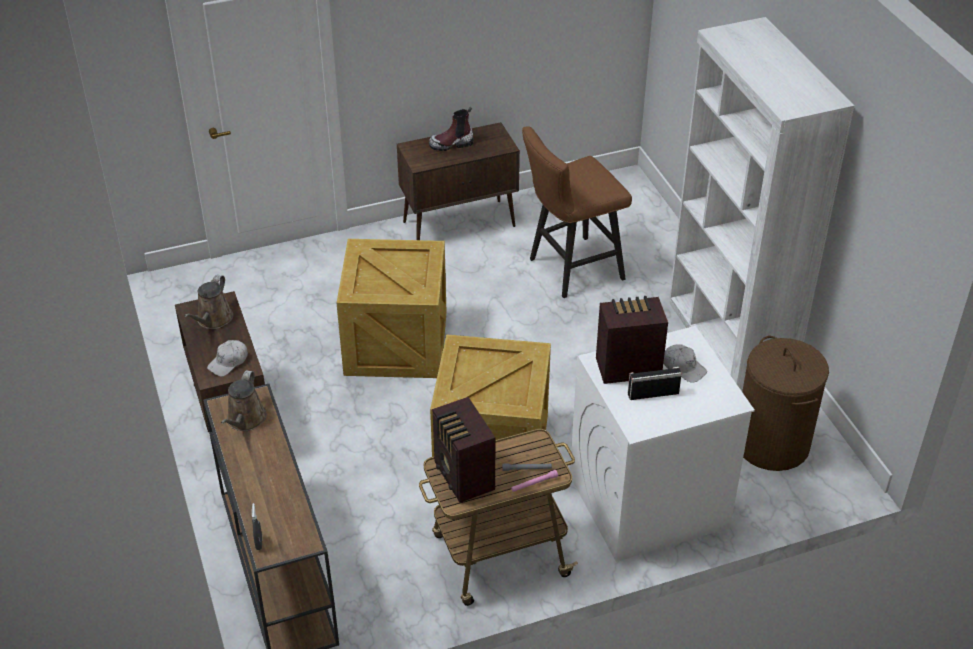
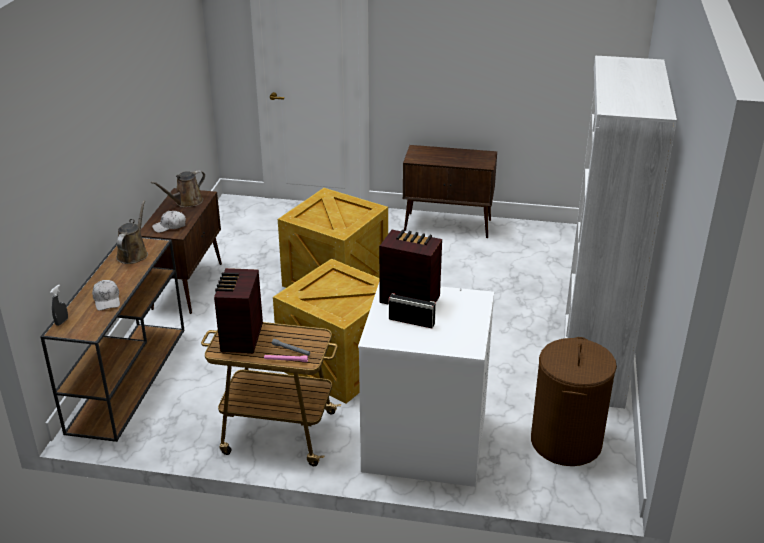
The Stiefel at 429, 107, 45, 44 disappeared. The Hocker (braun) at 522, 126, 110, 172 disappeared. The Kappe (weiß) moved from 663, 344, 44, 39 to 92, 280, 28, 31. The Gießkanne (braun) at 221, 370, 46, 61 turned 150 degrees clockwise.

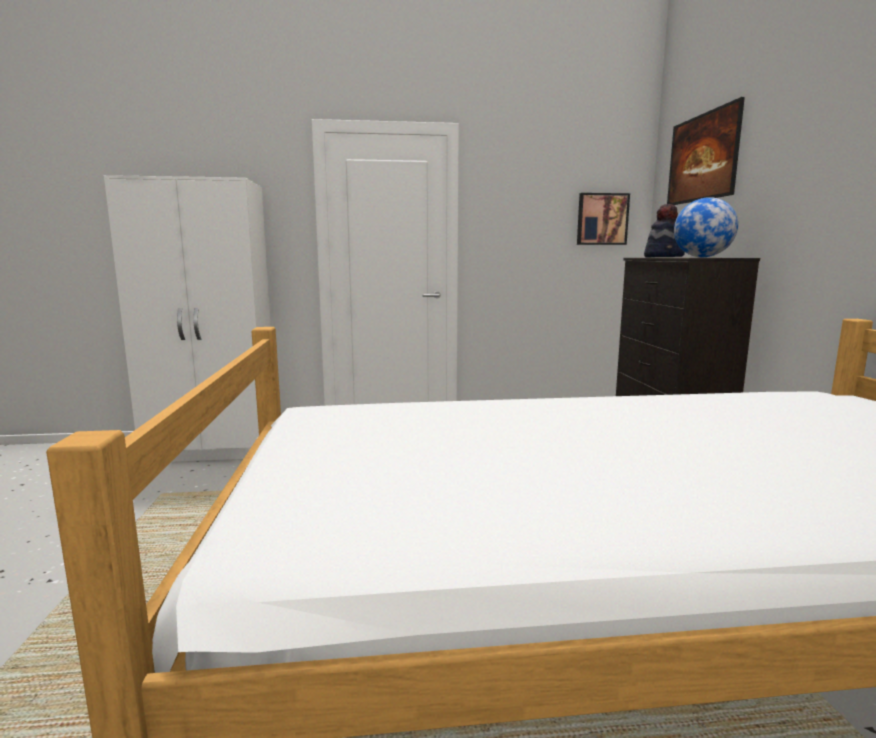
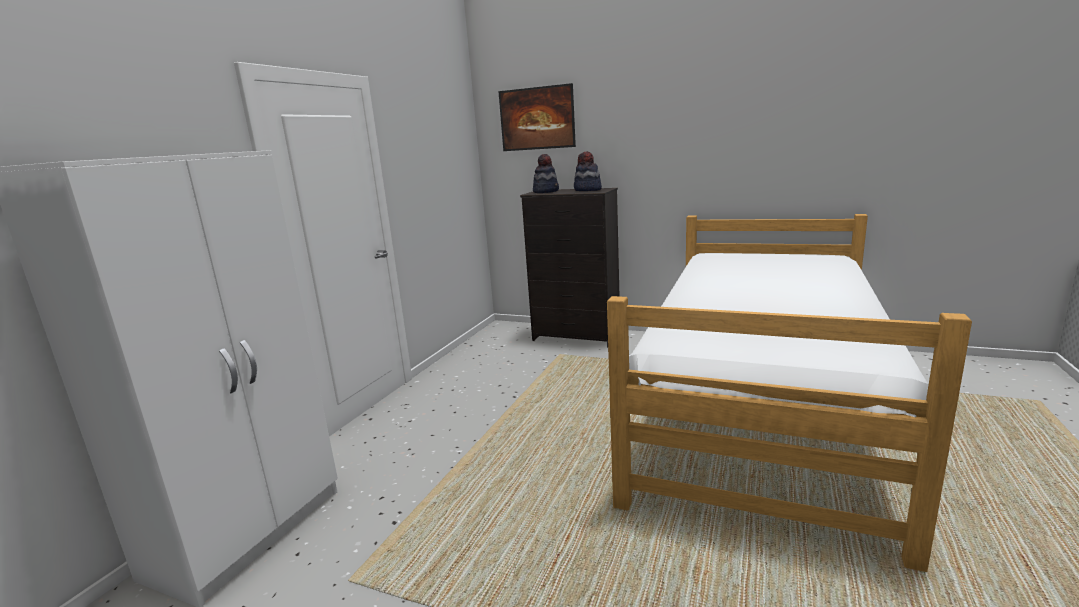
The Bild at 577, 193, 53, 52 disappeared. The Globus at 674, 197, 64, 61 was replaced by the Hut at 574, 152, 28, 39.

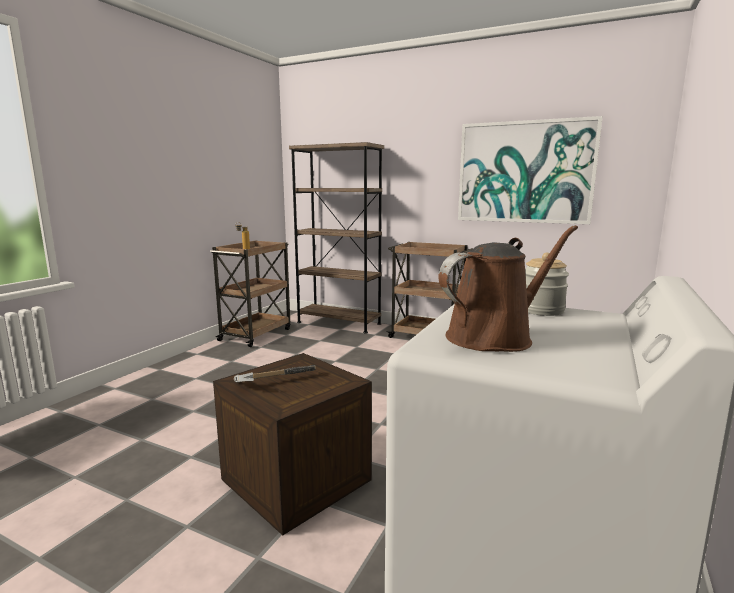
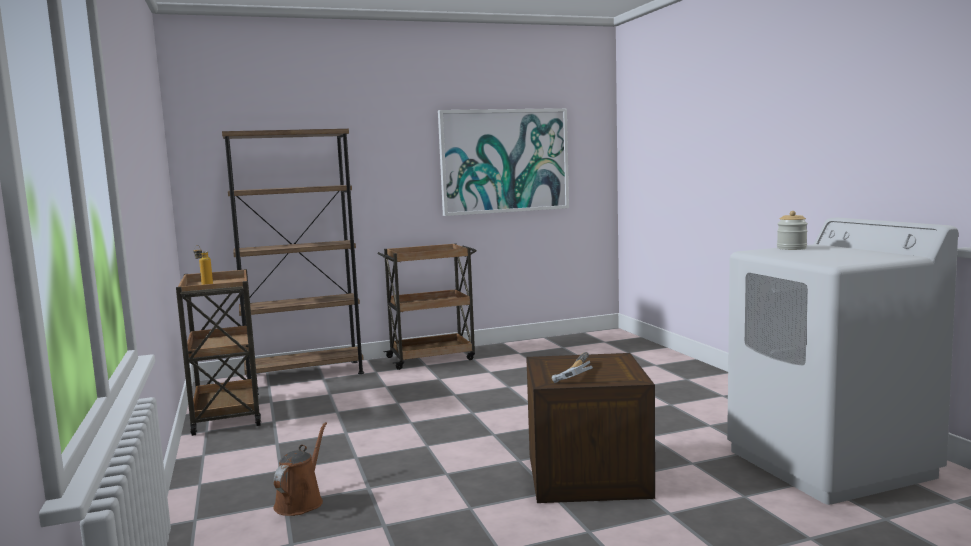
The Gießkanne (braun) moved from 439, 225, 139, 127 to 273, 422, 54, 94.

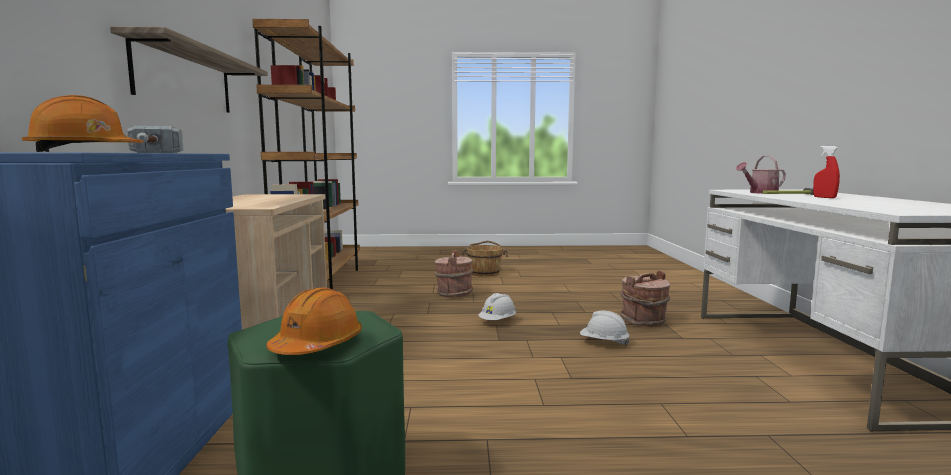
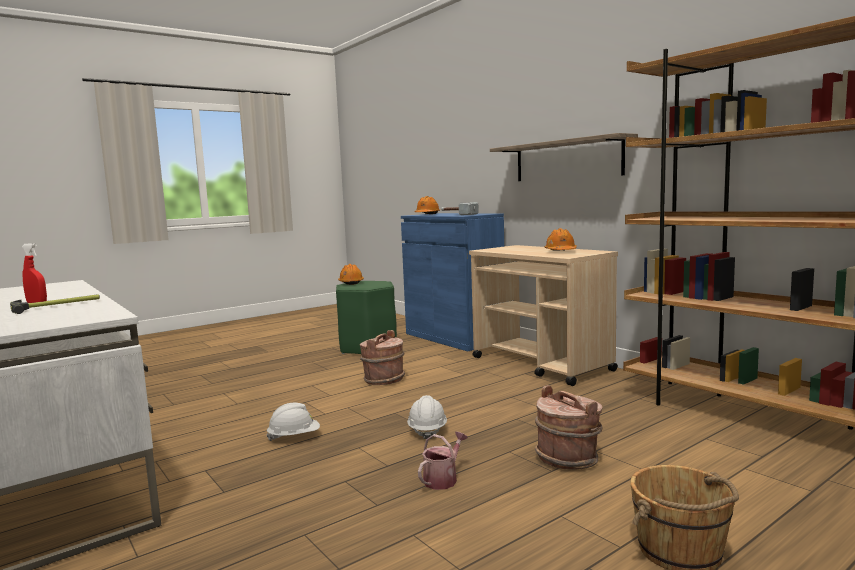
The Gießkanne moved from 736, 155, 50, 39 to 418, 432, 50, 58. The Eimer (braun) moved from 620, 270, 50, 57 to 360, 330, 45, 55. The Schutzhelm (orange) at 545, 228, 32, 23 appeared.

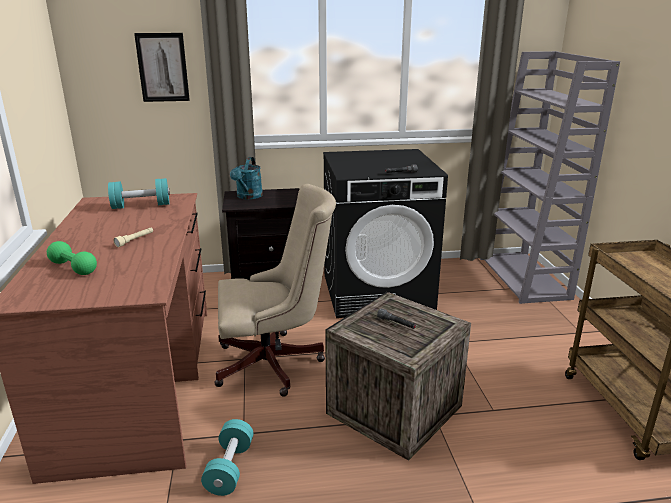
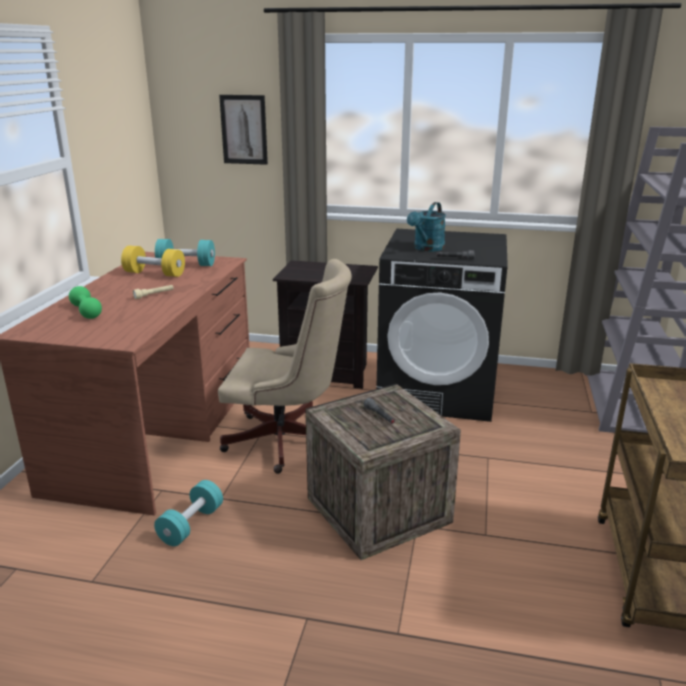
The Gießkanne (türkis) moved from 230, 157, 33, 42 to 407, 202, 39, 50. The Hantel (gelb) at 121, 246, 64, 31 appeared.

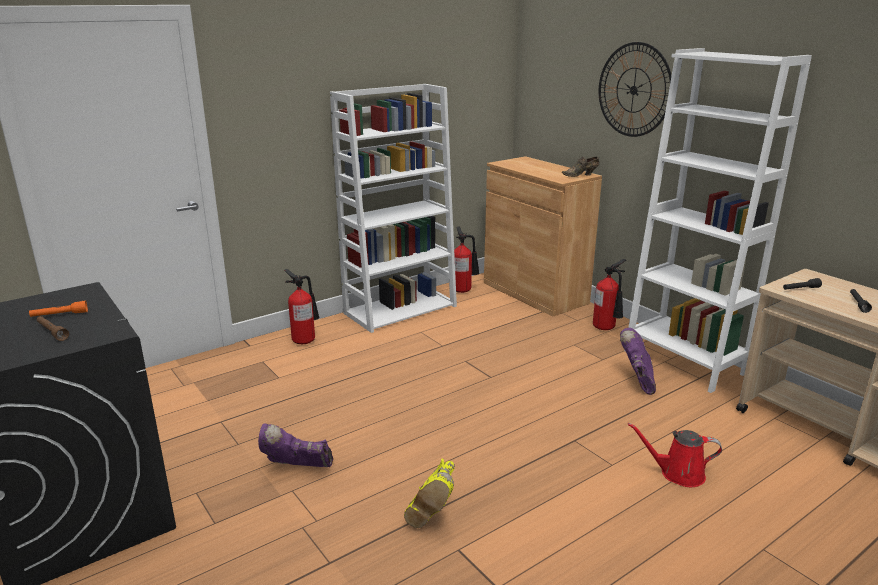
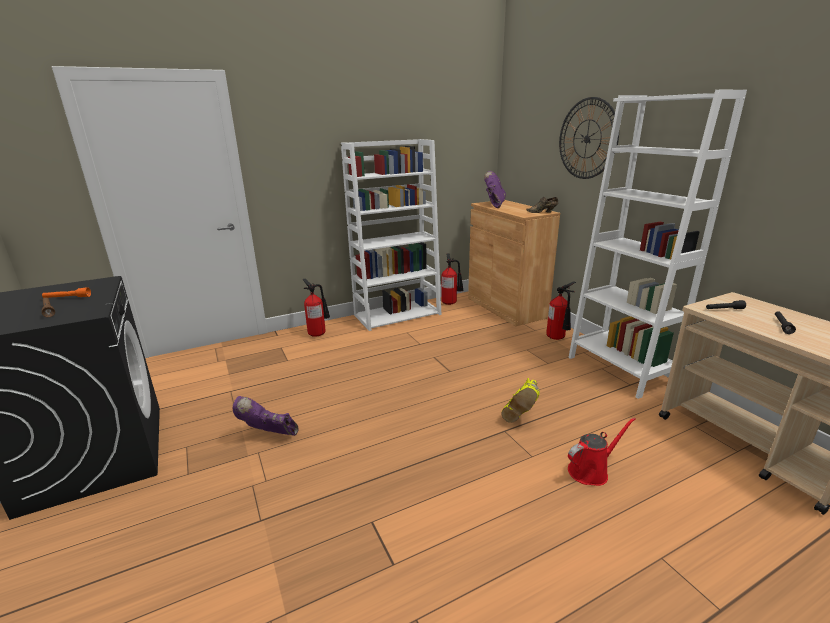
The Stiefel (lila) moved from 620, 328, 36, 67 to 484, 171, 22, 37. The Gießkanne (rot) at 628, 423, 94, 64 turned 135 degrees clockwise. The Stiefel (gelb) moved from 404, 458, 51, 70 to 501, 378, 39, 45.

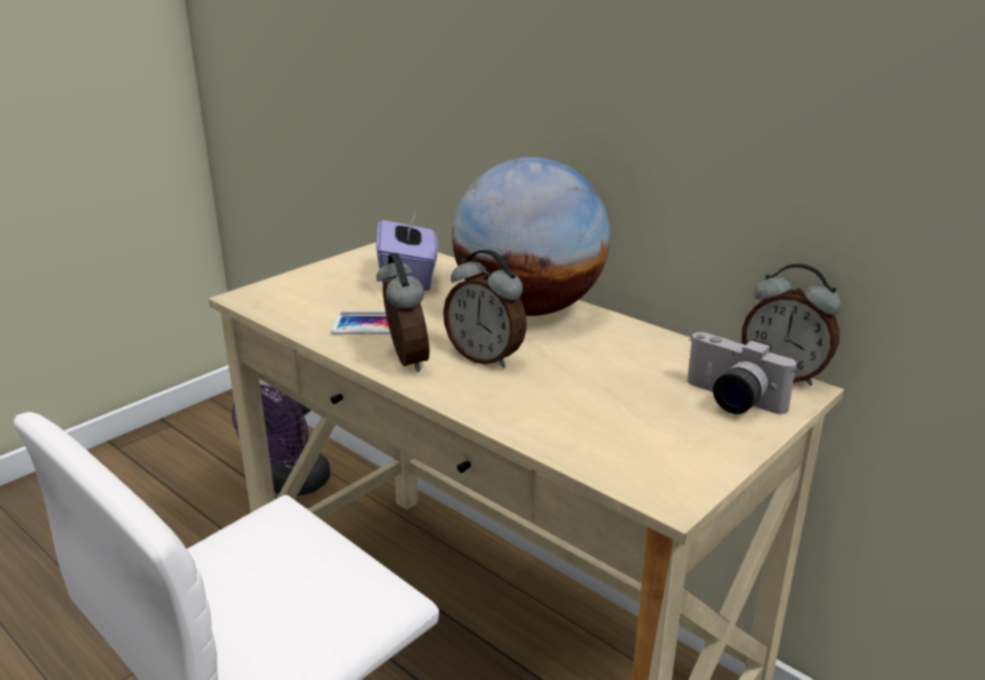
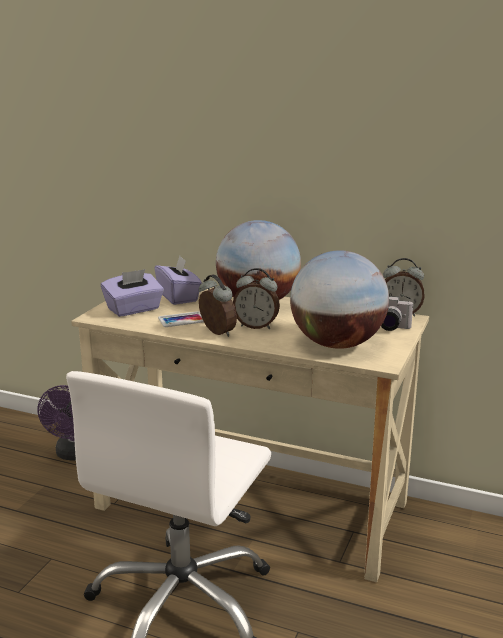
The Globus at 290, 250, 99, 99 appeared. The Taschentuchbox (lila) at 101, 269, 63, 48 appeared.

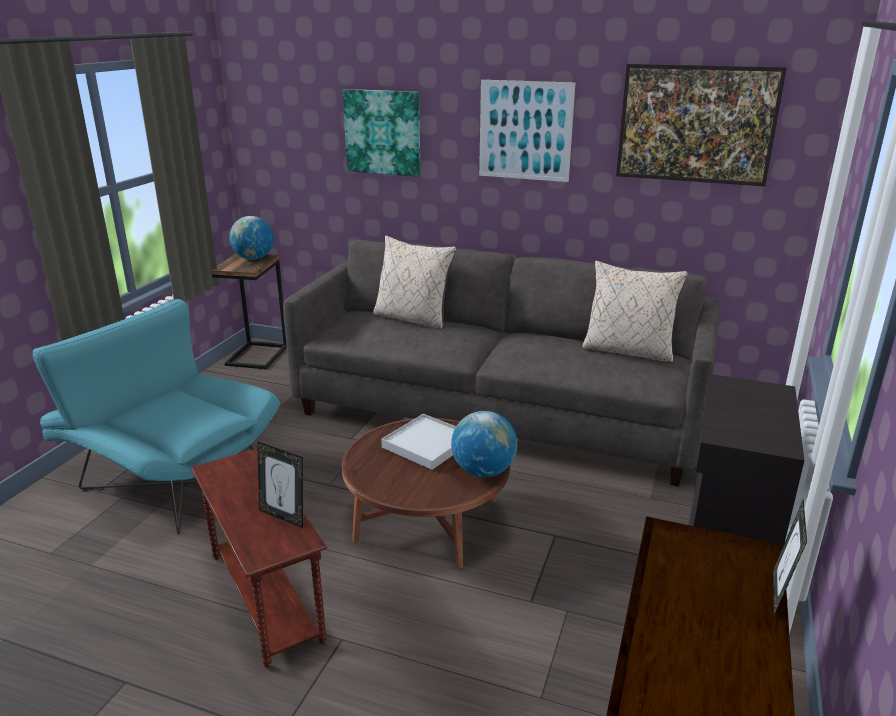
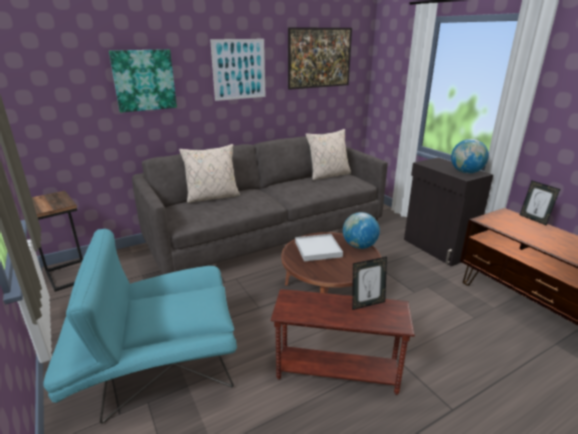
The Globus moved from 229, 216, 45, 44 to 451, 139, 38, 35.

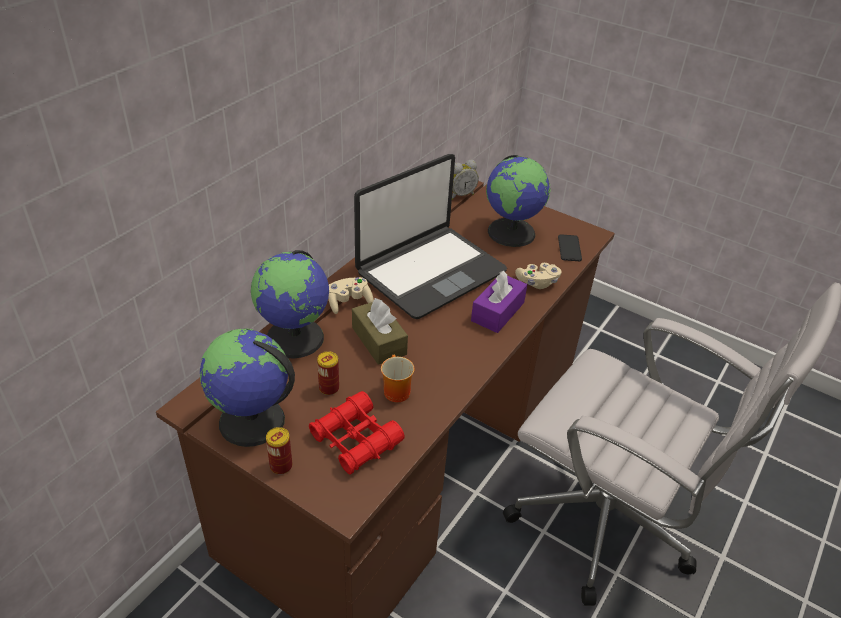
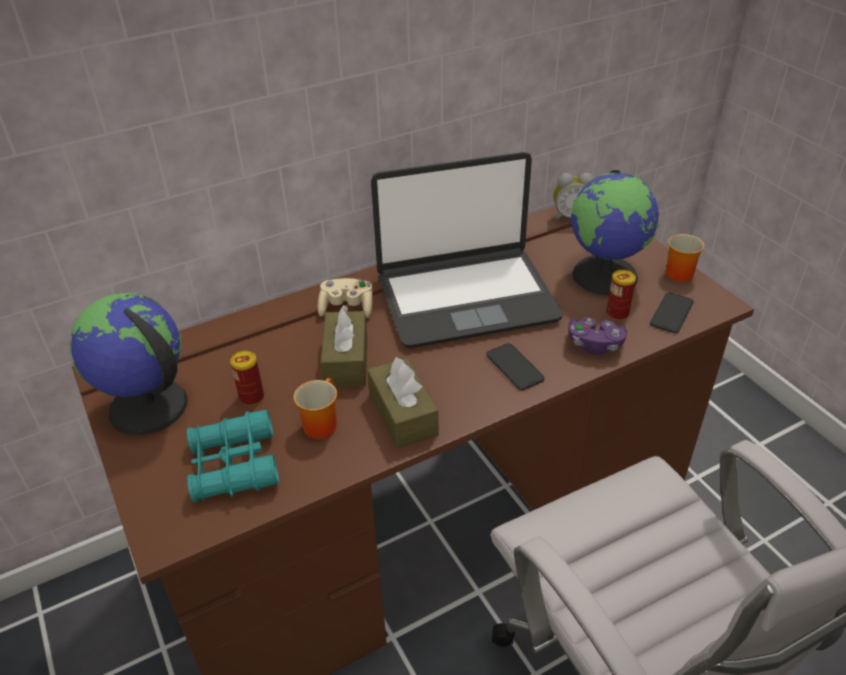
The Globus at 251, 250, 78, 109 disappeared. The Gamepad (beige) at 515, 263, 47, 26 became the Gamepad (lila) at 568, 317, 59, 38. The Taschentuchbox (lila) at 471, 271, 56, 62 was replaced by the Handy at 486, 343, 59, 47. The Fernglas (rot) at 309, 391, 95, 83 became the Fernglas (türkis) at 187, 410, 92, 93. The Dose moved from 266, 427, 26, 48 to 606, 270, 30, 50. The Henkelbecher at 666, 234, 39, 48 appeared. The Taschentuchbox (braun) at 367, 357, 71, 92 appeared.

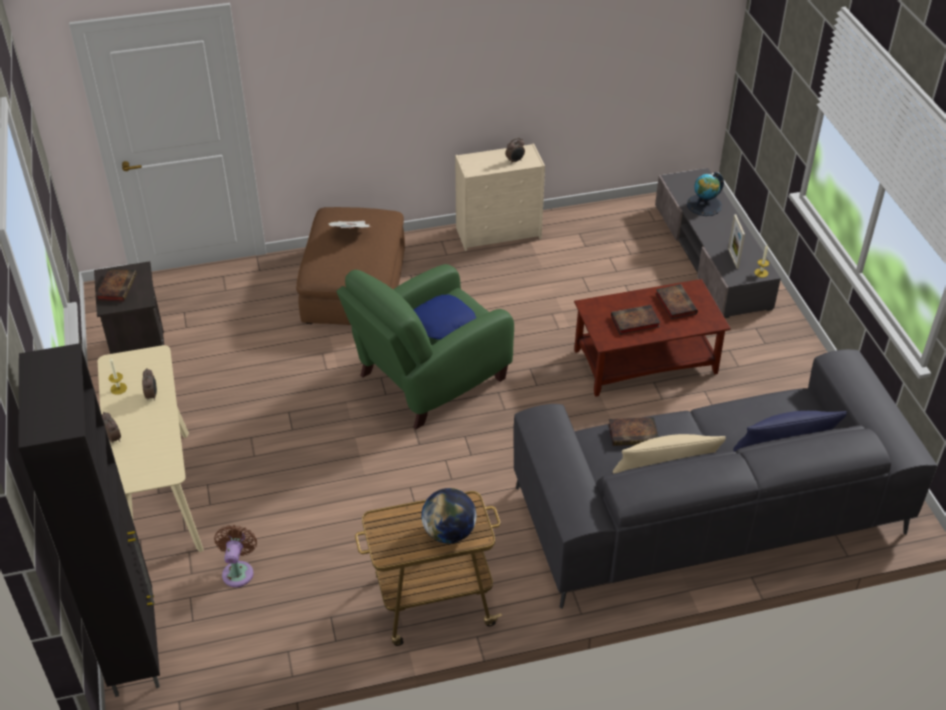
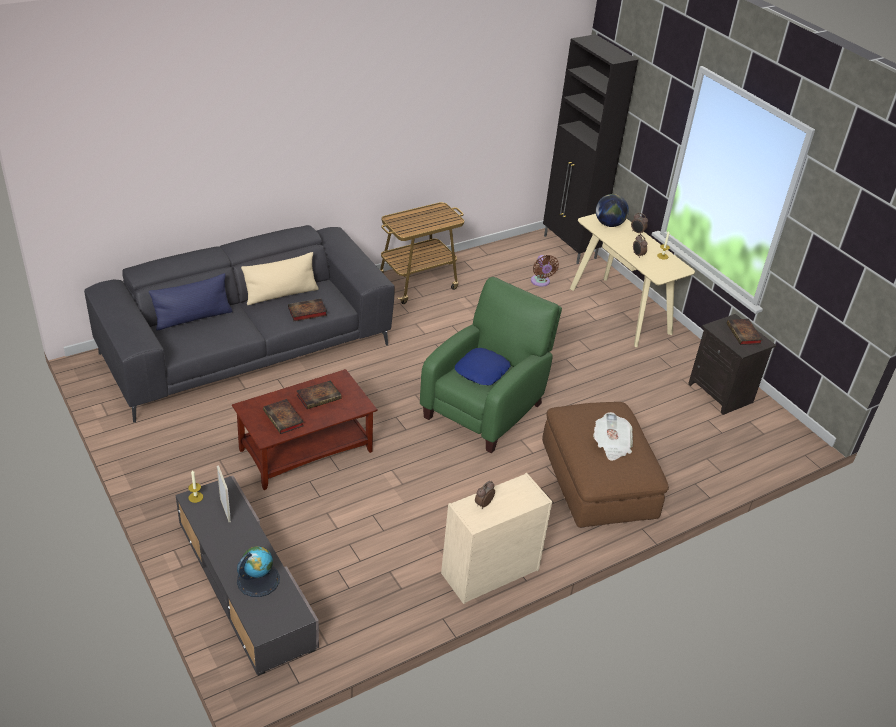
The Globus moved from 421, 488, 55, 56 to 596, 194, 33, 33.

